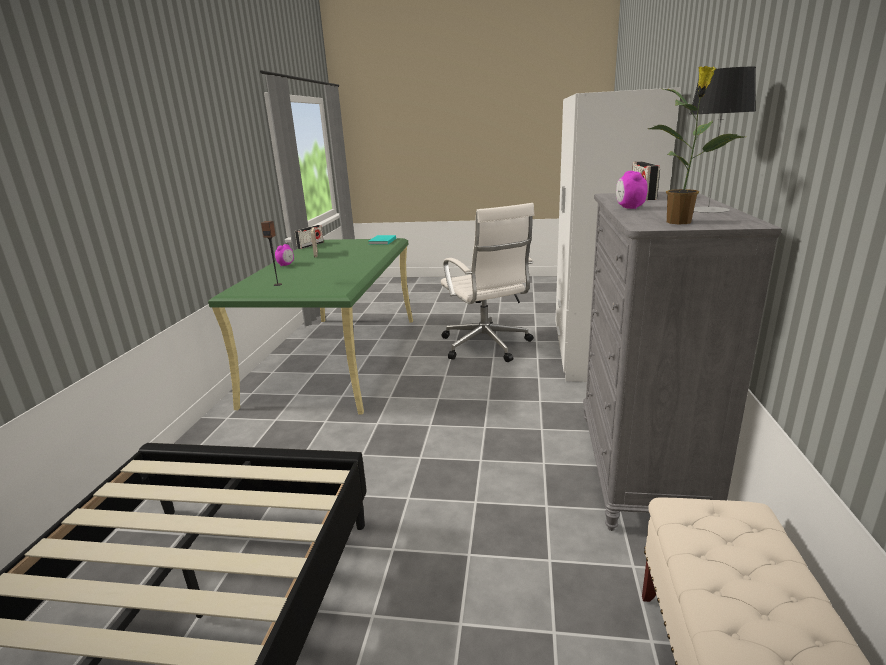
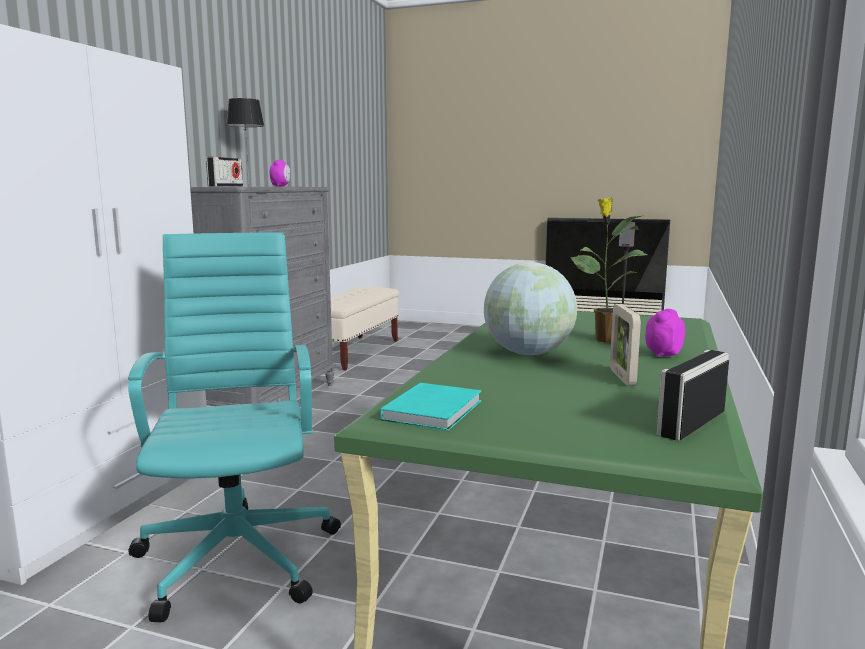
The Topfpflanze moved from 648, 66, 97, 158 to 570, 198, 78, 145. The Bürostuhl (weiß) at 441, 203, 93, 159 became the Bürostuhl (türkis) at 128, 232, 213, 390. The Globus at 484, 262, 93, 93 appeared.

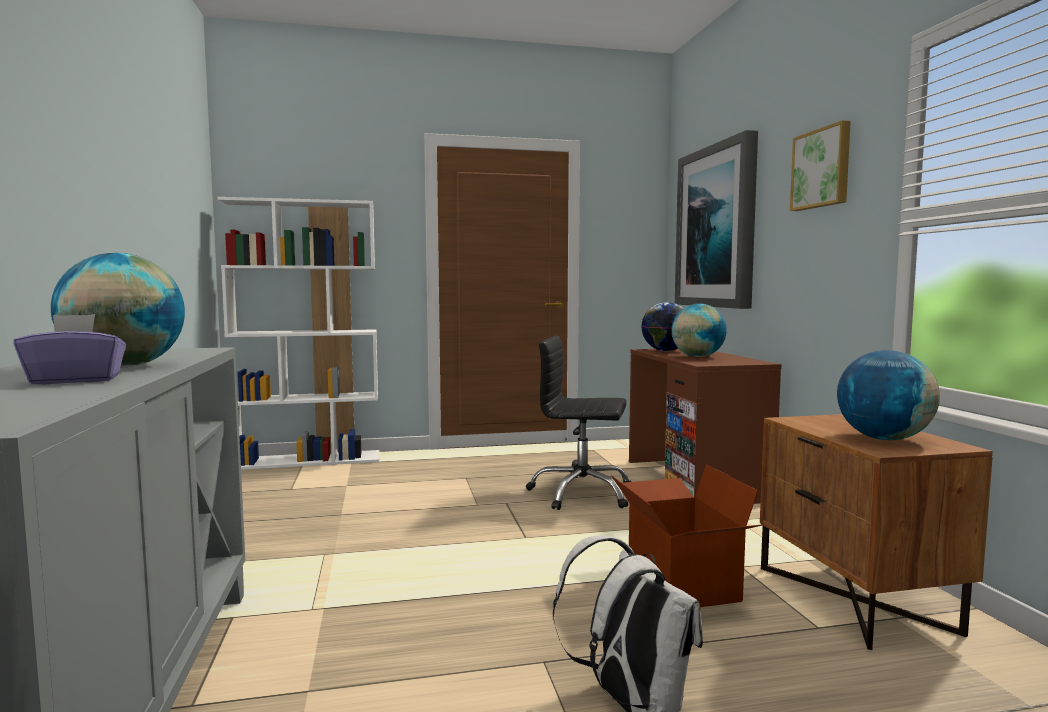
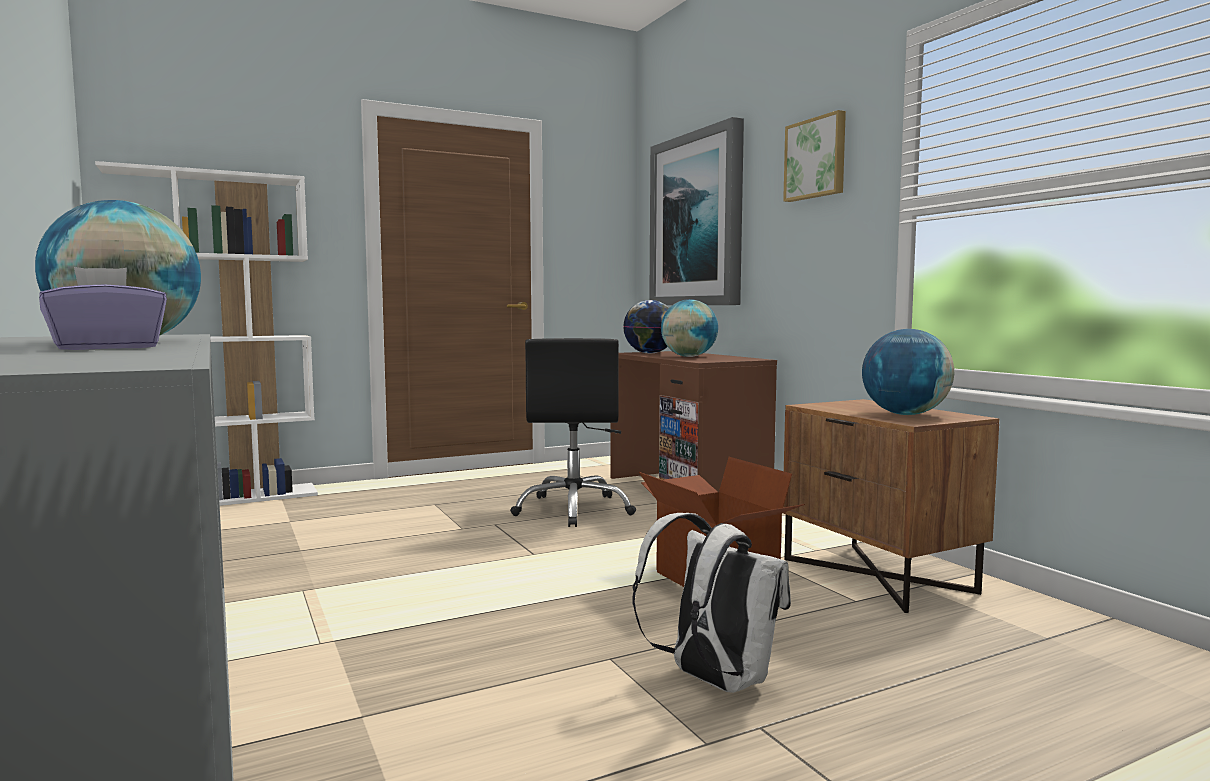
The Bürostuhl (schwarz) at 526, 336, 106, 174 turned 90 degrees counterclockwise.

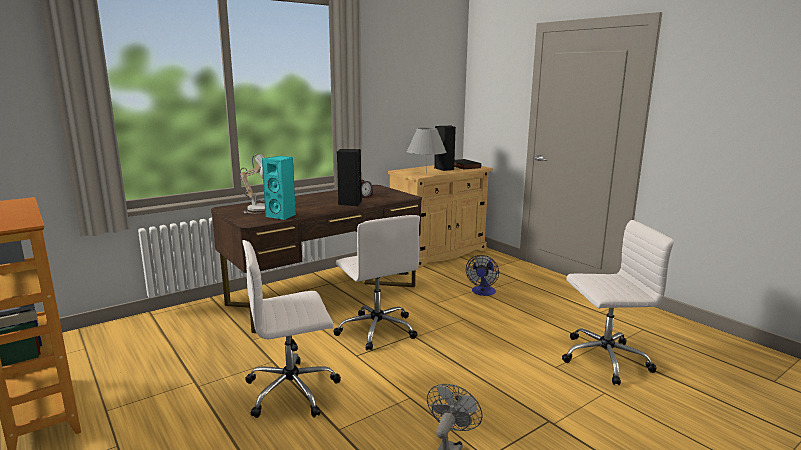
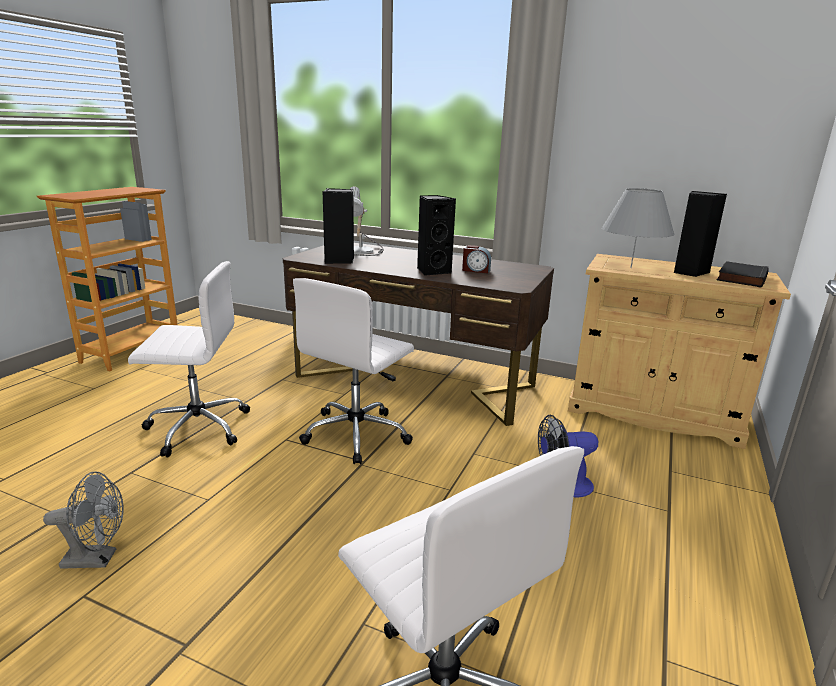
The Lautsprecher (türkis) at 262, 156, 34, 64 became the Lautsprecher (schwarz) at 322, 188, 32, 76. The Bürostuhl (weiß) at 242, 240, 99, 178 turned 135 degrees clockwise.

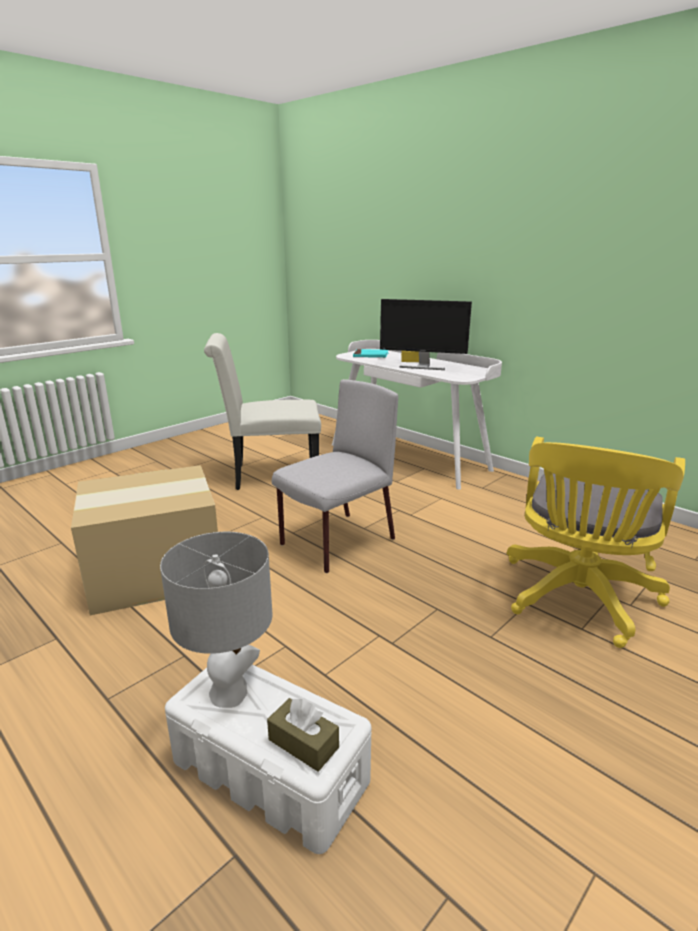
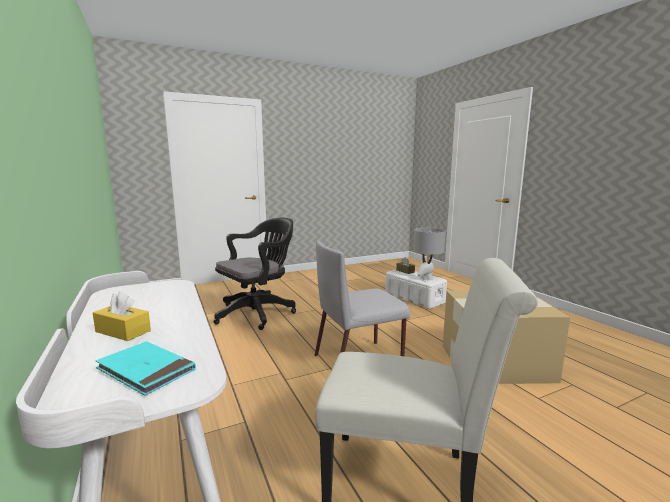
The Monitor at 380, 299, 92, 71 disappeared. The Bürostuhl (gelb) at 507, 436, 178, 212 became the Bürostuhl (schwarz) at 214, 218, 82, 112.

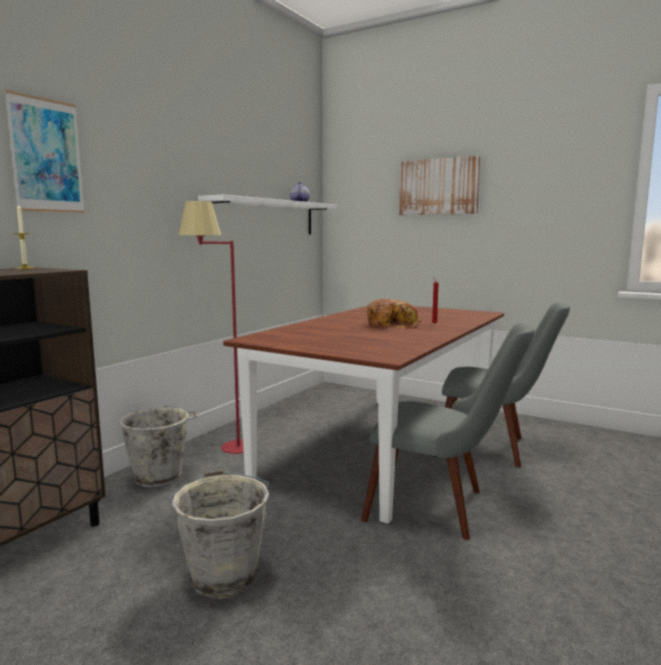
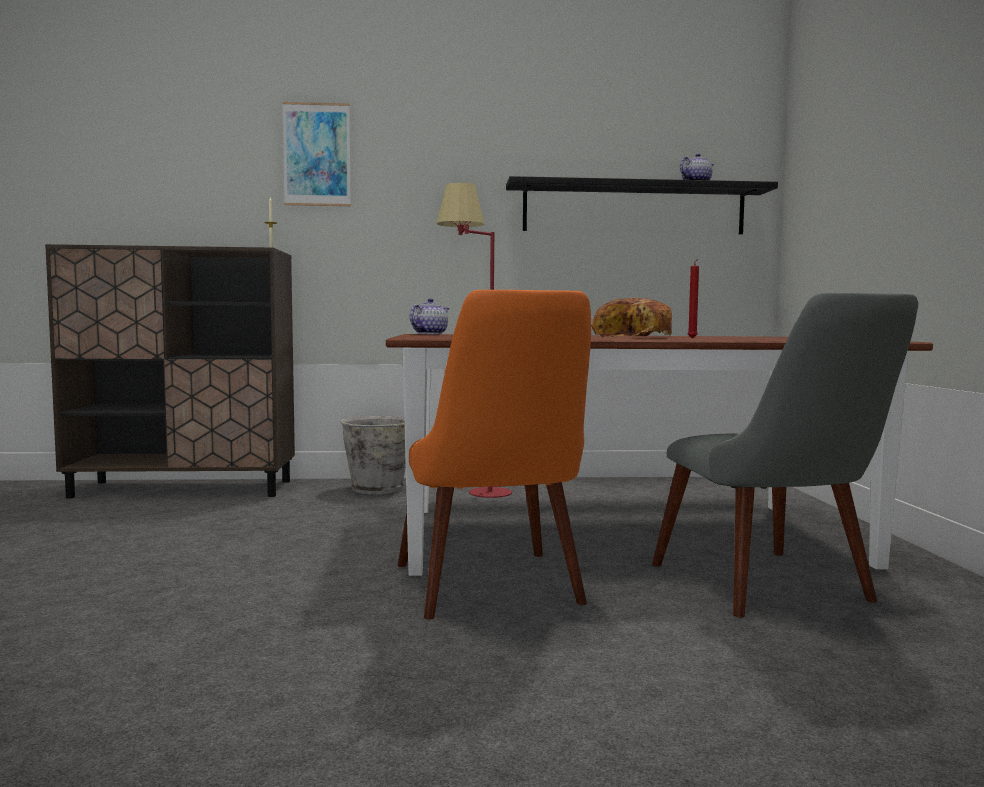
The Bild at 399, 156, 81, 59 disappeared. The Wandregal (weiß) at 198, 195, 139, 39 became the Wandregal (schwarz) at 506, 176, 272, 58. The Stuhl (grau) at 361, 323, 173, 217 became the Stuhl (orange) at 398, 290, 193, 329. The Eimer (grau) at 168, 470, 101, 129 disappeared. The Teekanne at 410, 298, 39, 36 appeared.

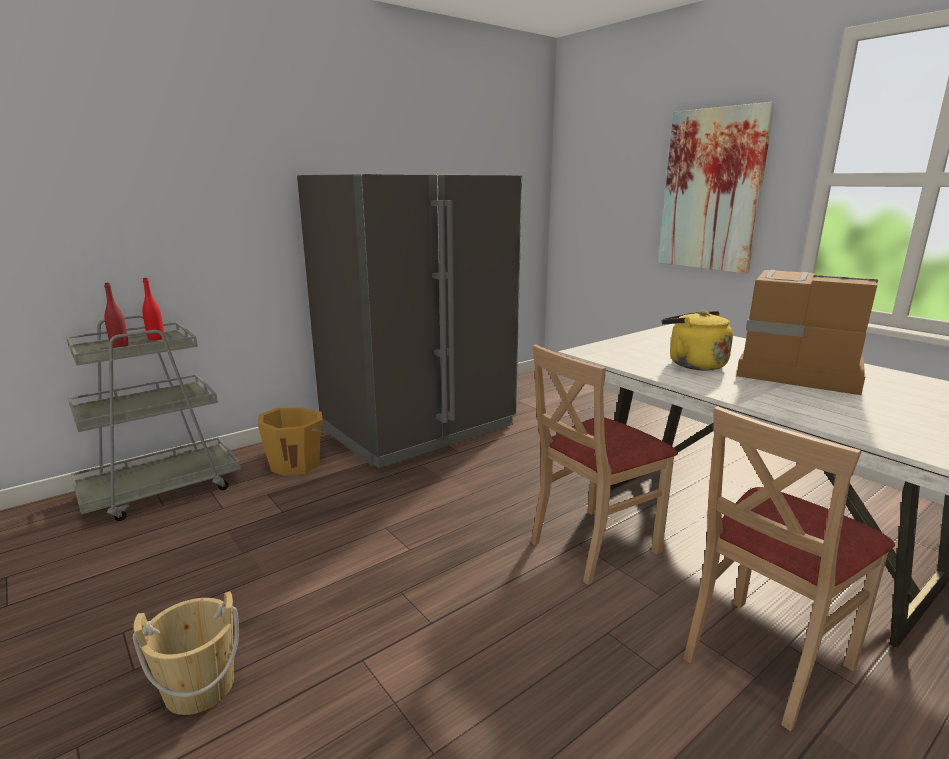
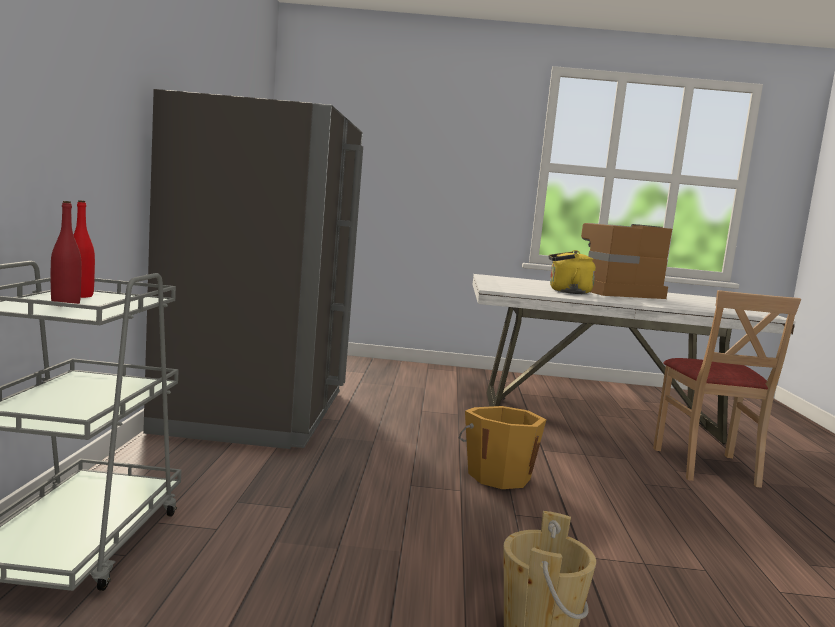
The Bild at 658, 102, 117, 172 disappeared. The Stuhl (beige) at 531, 344, 147, 241 disappeared. The Eimer (orange) moved from 258, 408, 70, 68 to 459, 406, 88, 83.

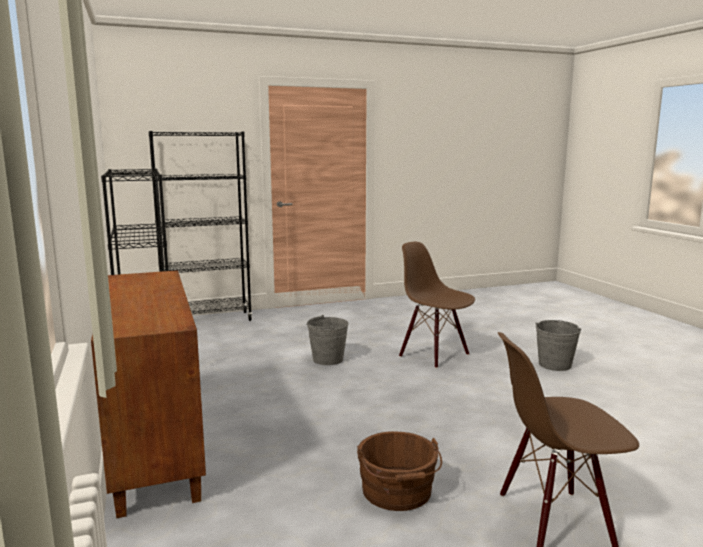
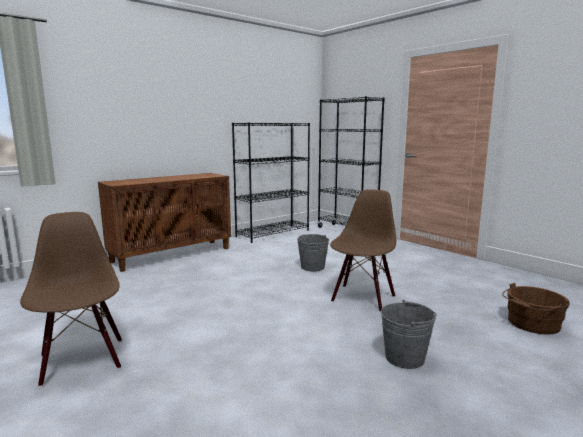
The Eimer (braun) moved from 357, 431, 85, 80 to 502, 283, 68, 51.

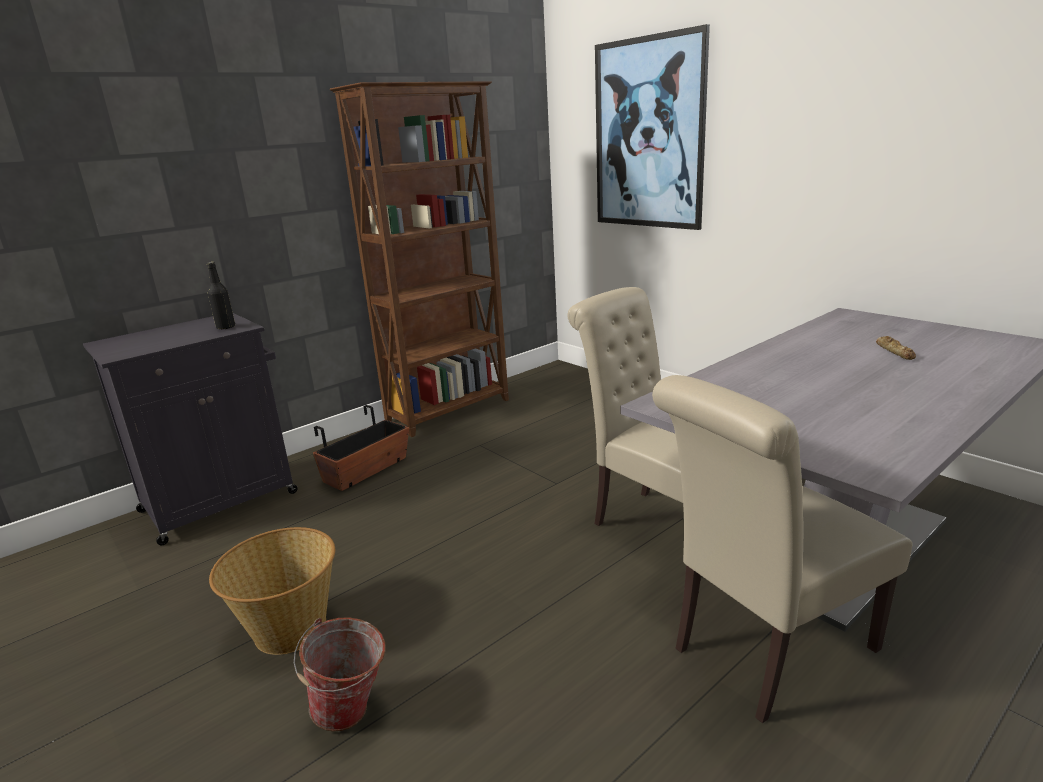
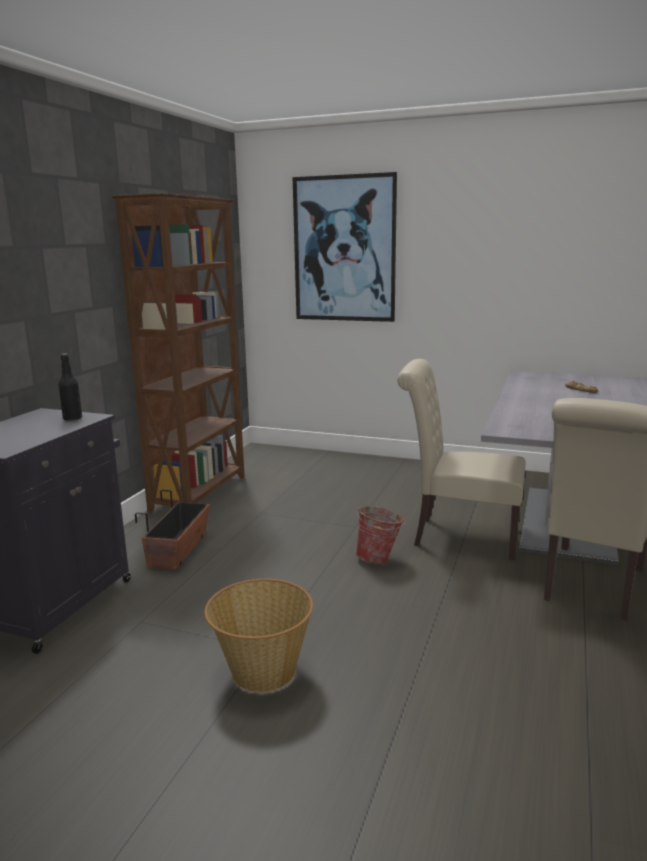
The Eimer moved from 294, 617, 92, 114 to 356, 505, 50, 59.

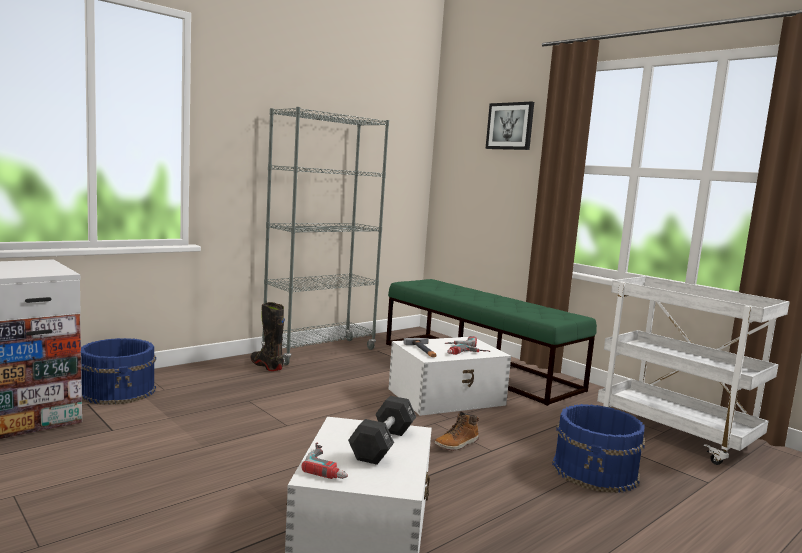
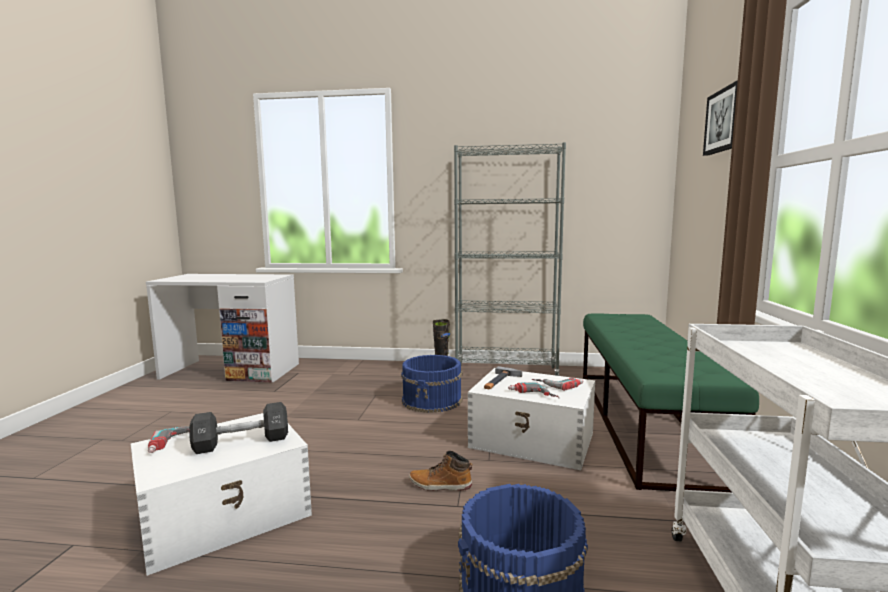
The Eimer (blau) moved from 81, 338, 75, 67 to 401, 355, 61, 58.

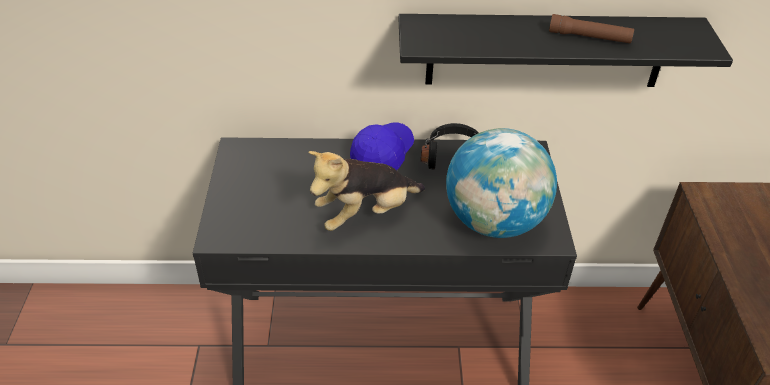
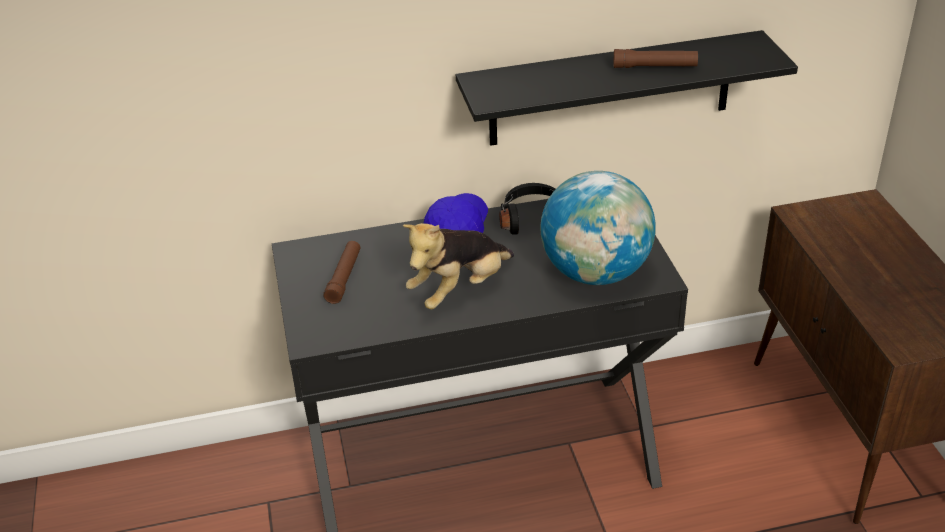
The Taschenlampe (braun) at 323, 241, 38, 63 appeared.

